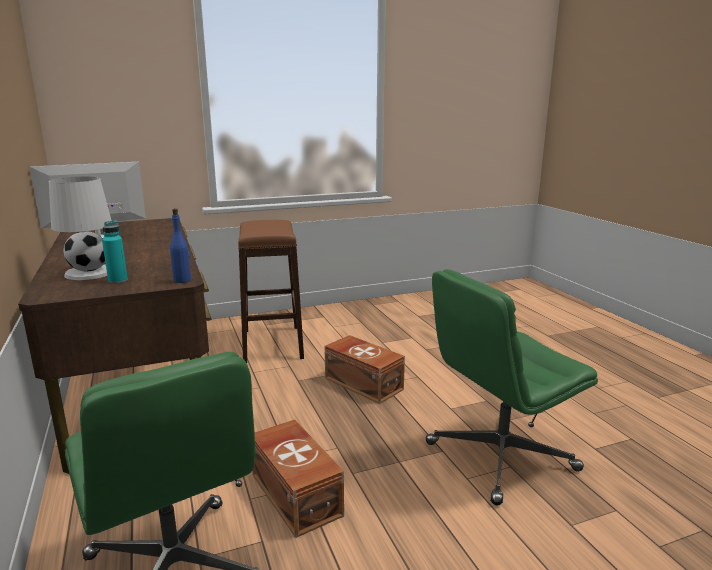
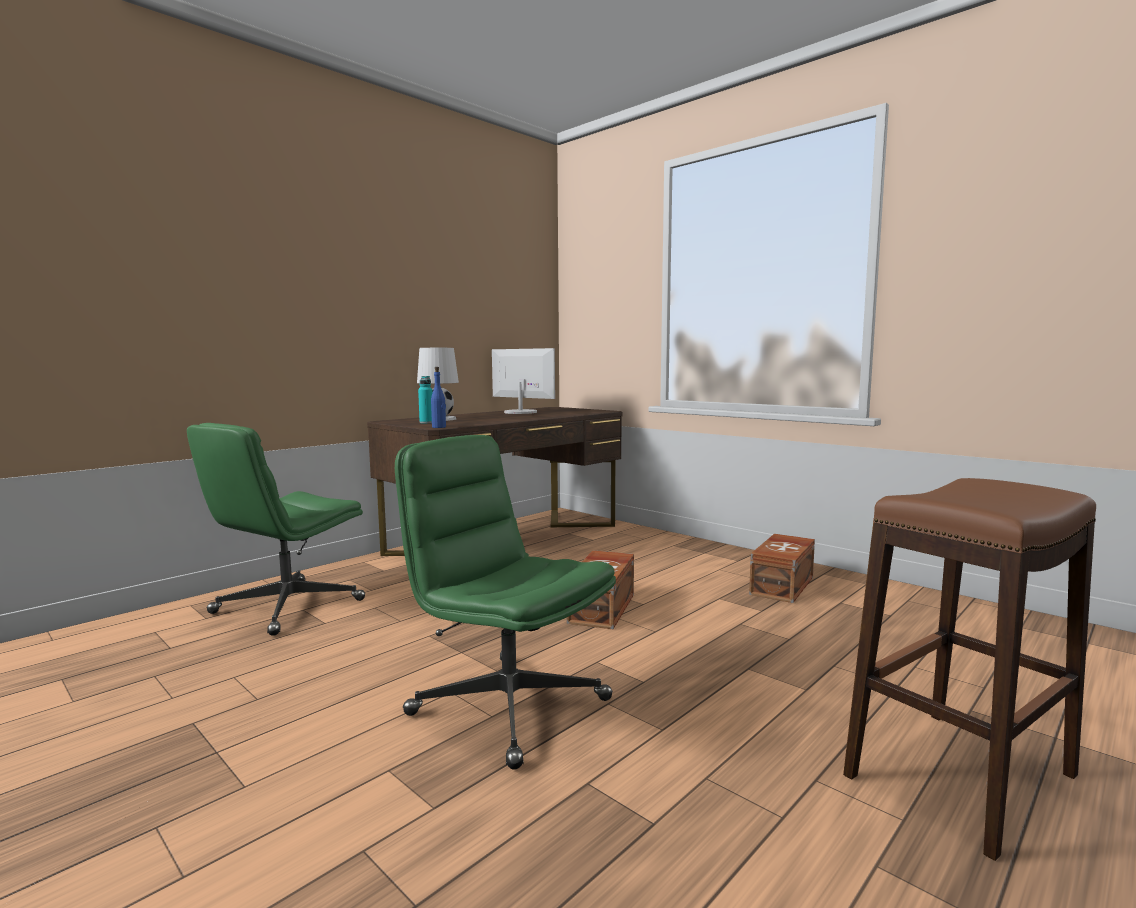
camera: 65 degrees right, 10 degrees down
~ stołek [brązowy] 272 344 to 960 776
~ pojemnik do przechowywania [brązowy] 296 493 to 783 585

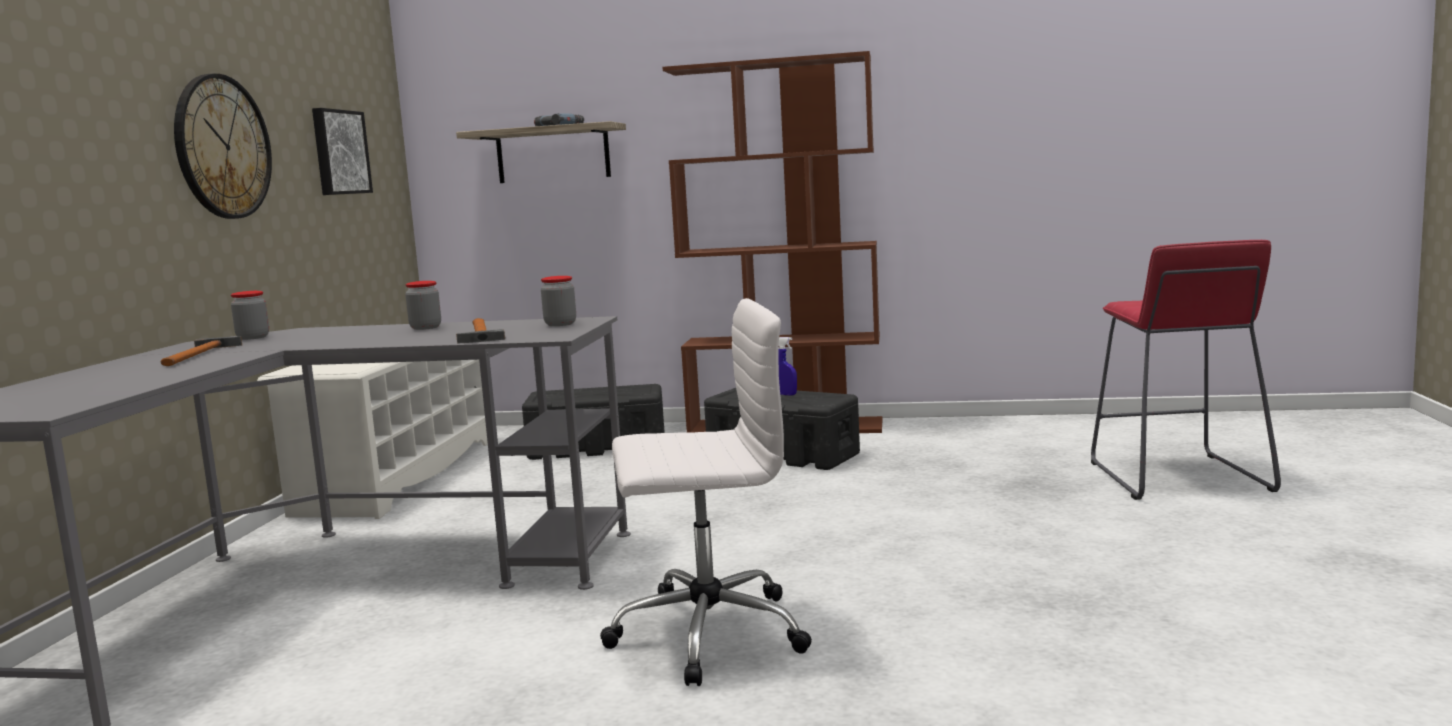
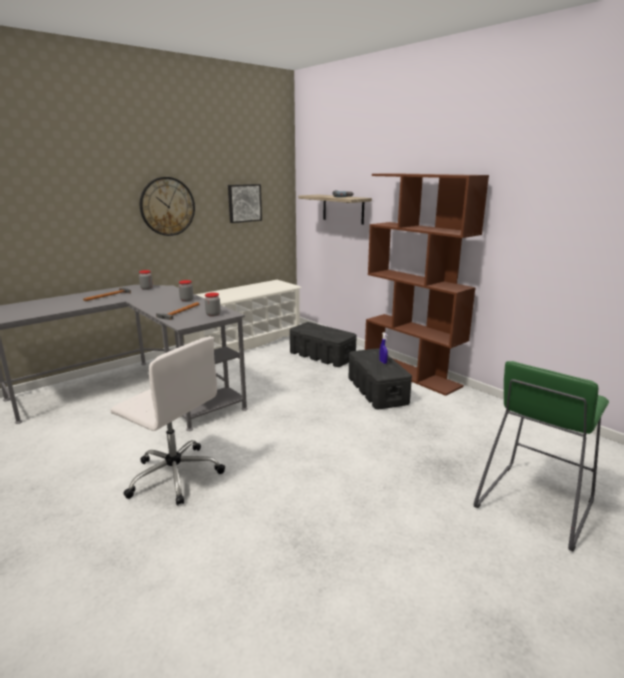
camera: 40 degrees right, 10 degrees up
~ stołek [czerwony] 1177 477 to stołek [zielony] 534 504

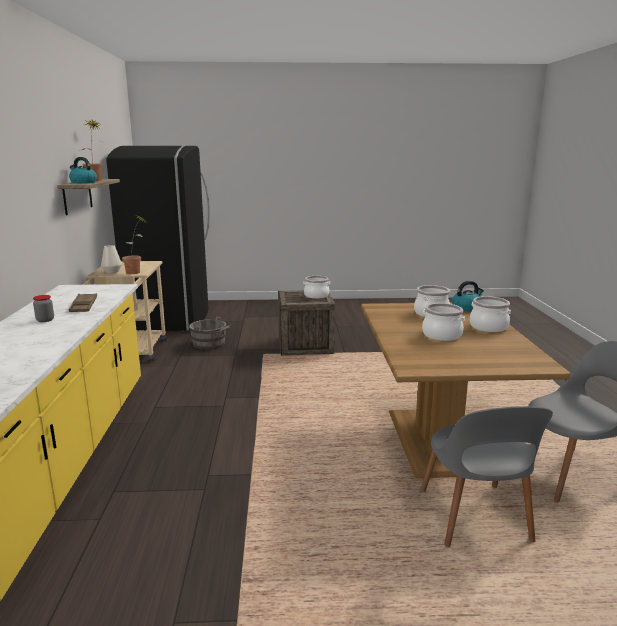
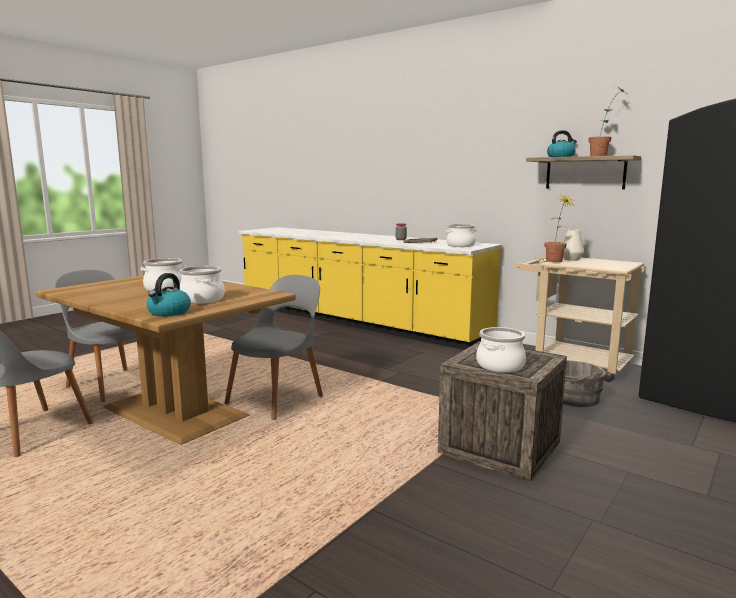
camera: 130 degrees right, 5 degrees down
~ garnek 488 327 to 460 245
+ krzesło [szary] 277 399

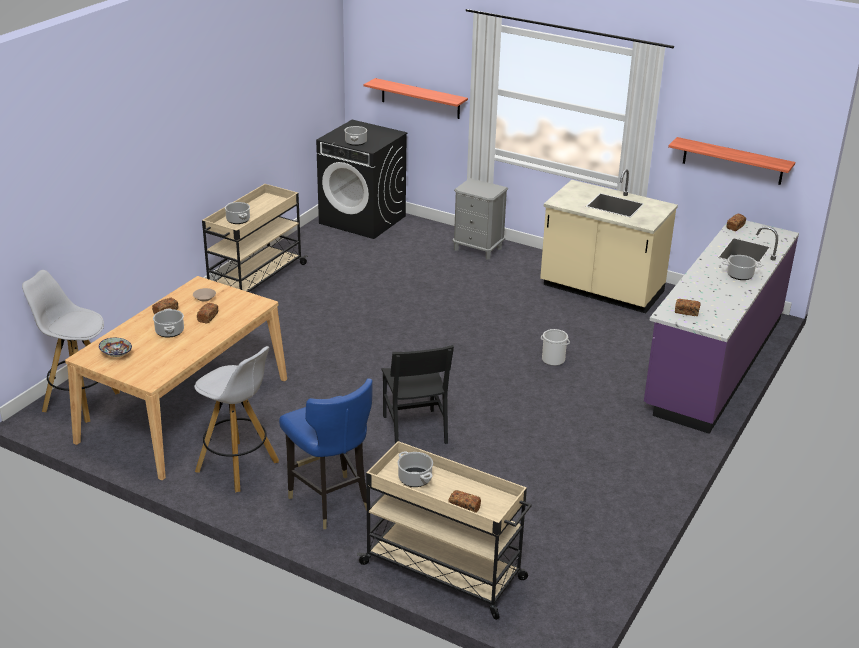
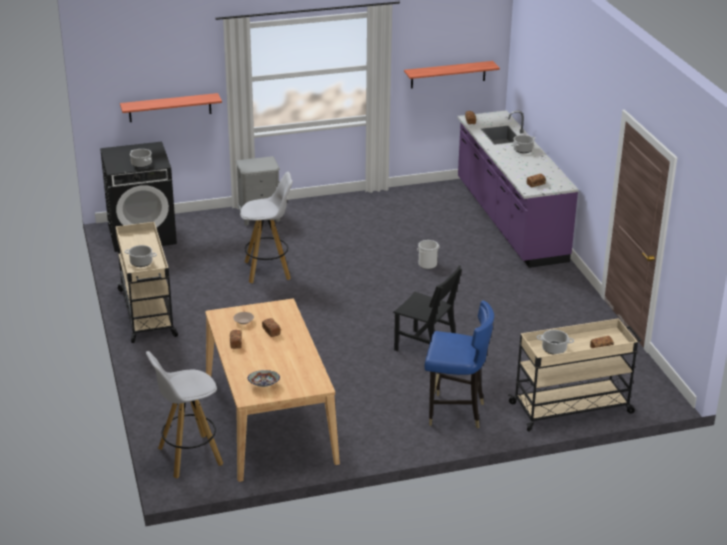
camera: 45 degrees left, 0 degrees up
- zabudowa kuchenna [beżowy] 601 290
- garnek 169 331
~ stołek [biały] 238 467 to 268 270

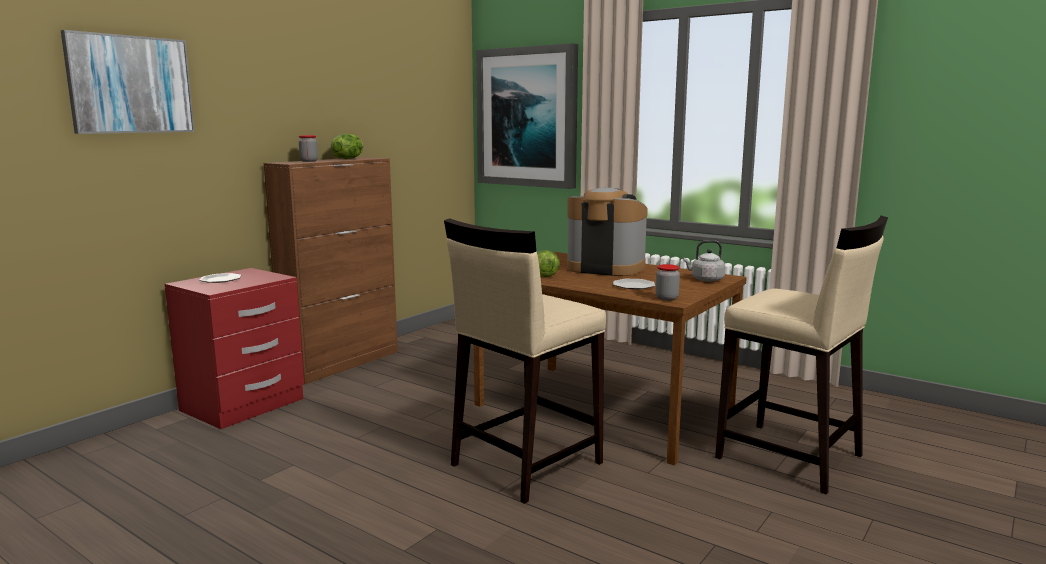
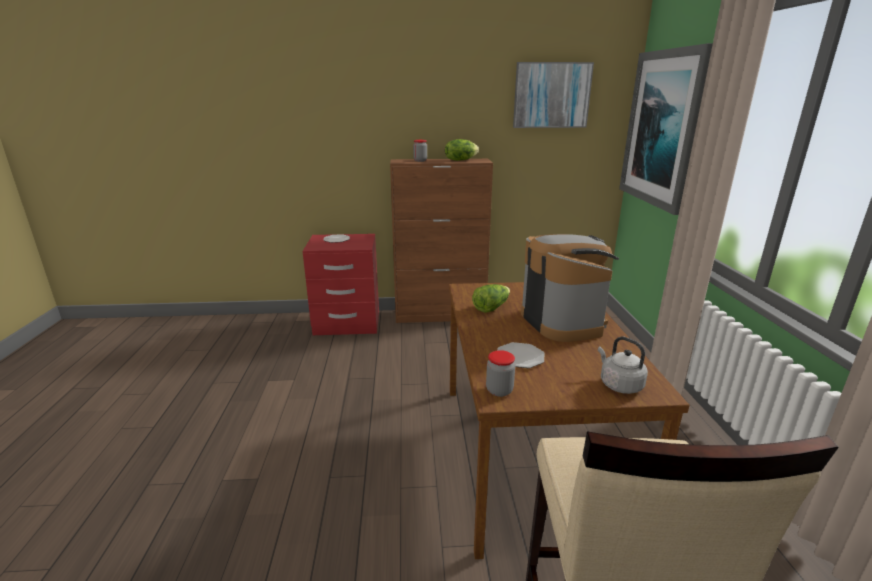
camera: 50 degrees right, 10 degrees up
~ obraz 130 84 to 551 95
- stołek [beżowy] 524 464

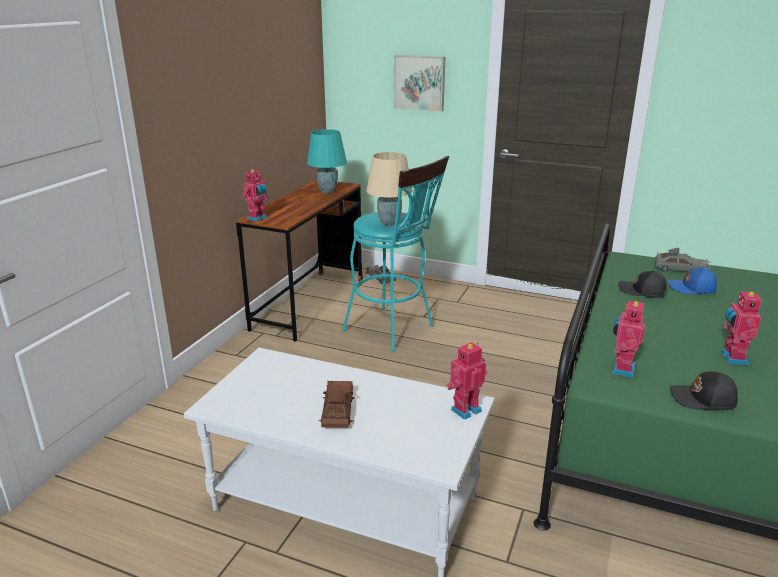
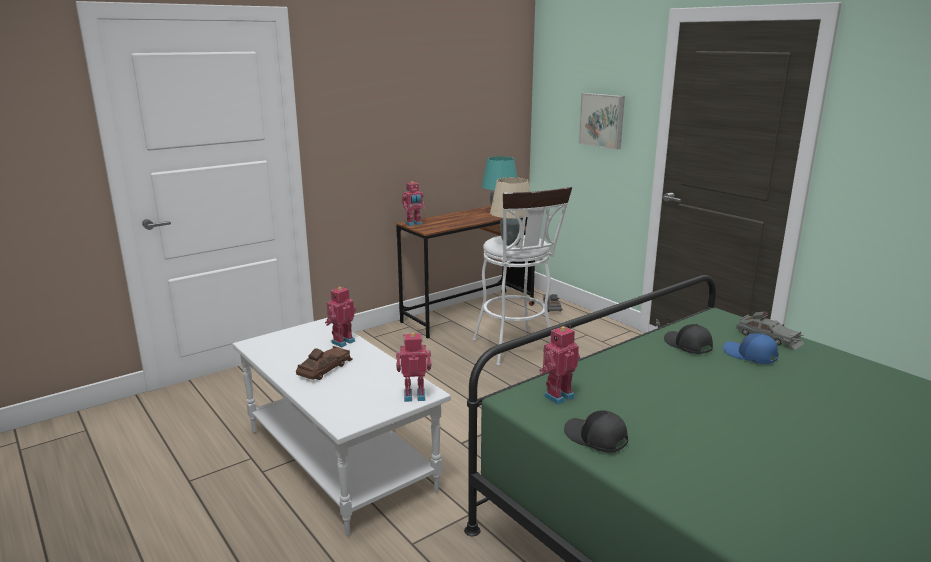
camera: 30 degrees right, 5 degrees down
~ stołek [turkusowy] 394 330 to stołek [biały] 517 350
~ robot zabawkowy 732 358 to 342 341

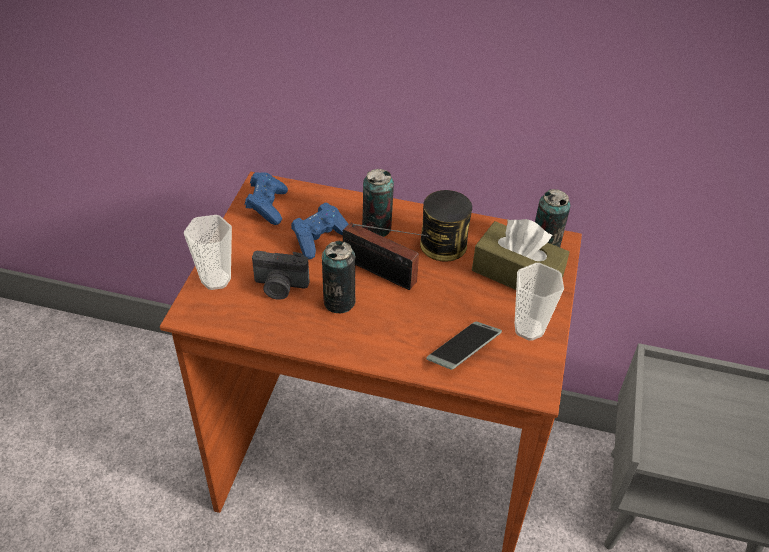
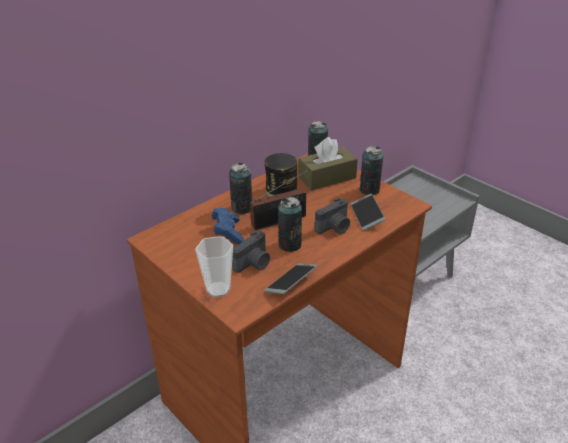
camera: 55 degrees left, 10 degrees down
- pad do gier [niebieski] 267 206
~ filiżanka 529 329 to puszka 369 190
+ aparat fotograficzny 334 228
+ telefon 291 283

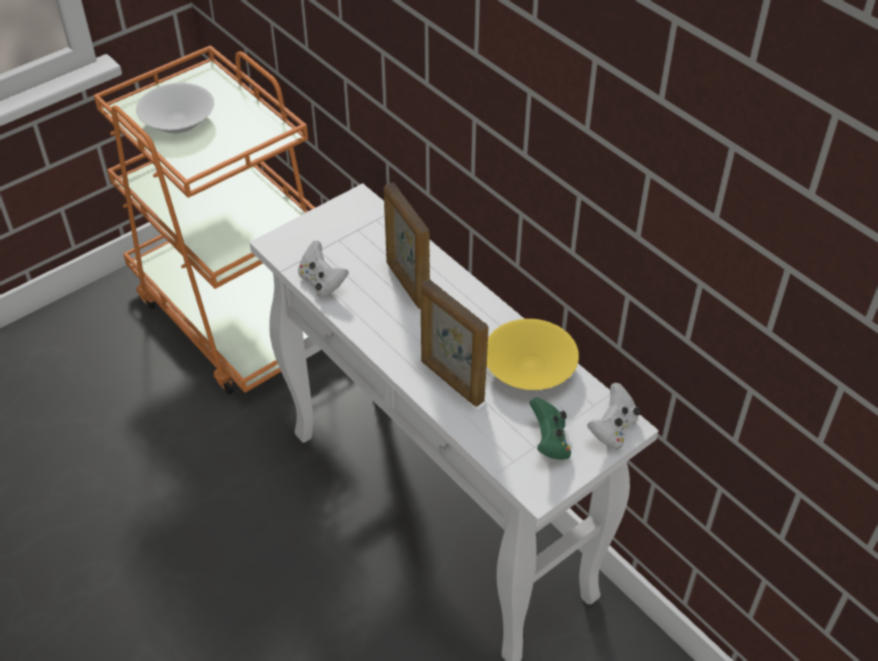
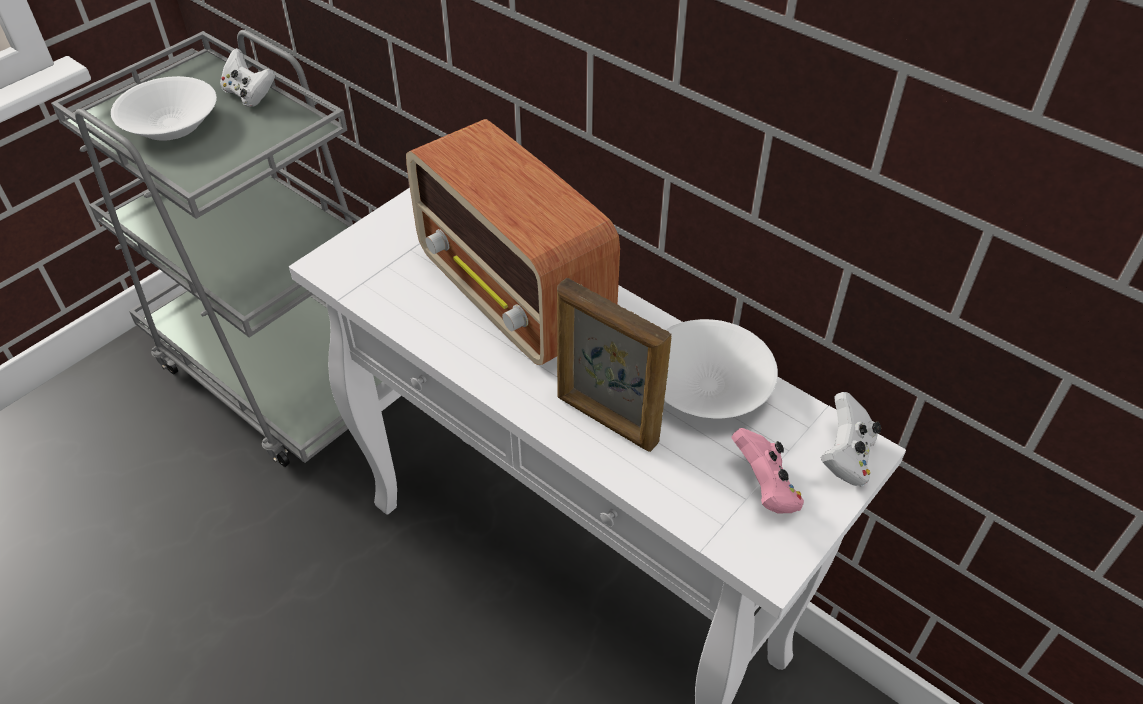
camera: 10 degrees left, 0 degrees up
~ wózek [pomarańczowy] 237 315 to wózek [szary] 282 368
~ ramka na zdjęcie 407 284 to radio 514 296
~ pad do gier [biały] 322 282 to 249 95
~ miska [żółty] 528 368 to miska [biały] 706 387
~ pad do gier [zielony] 549 442 to pad do gier [różowy] 765 489

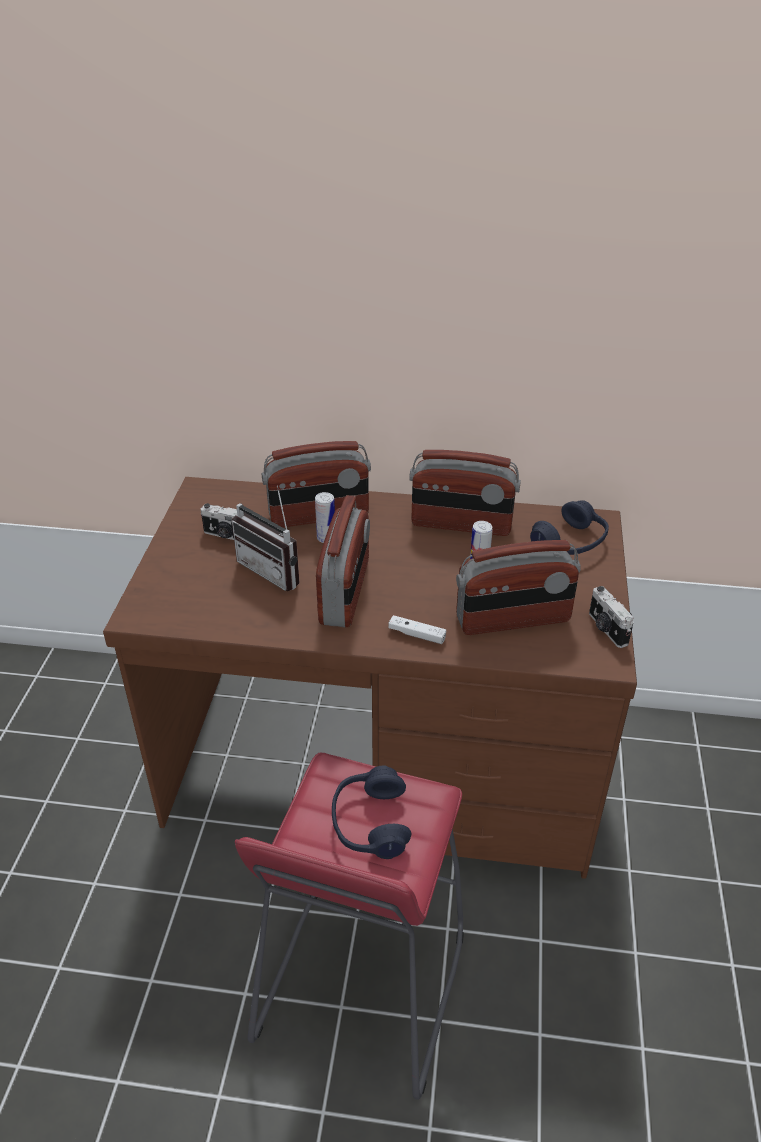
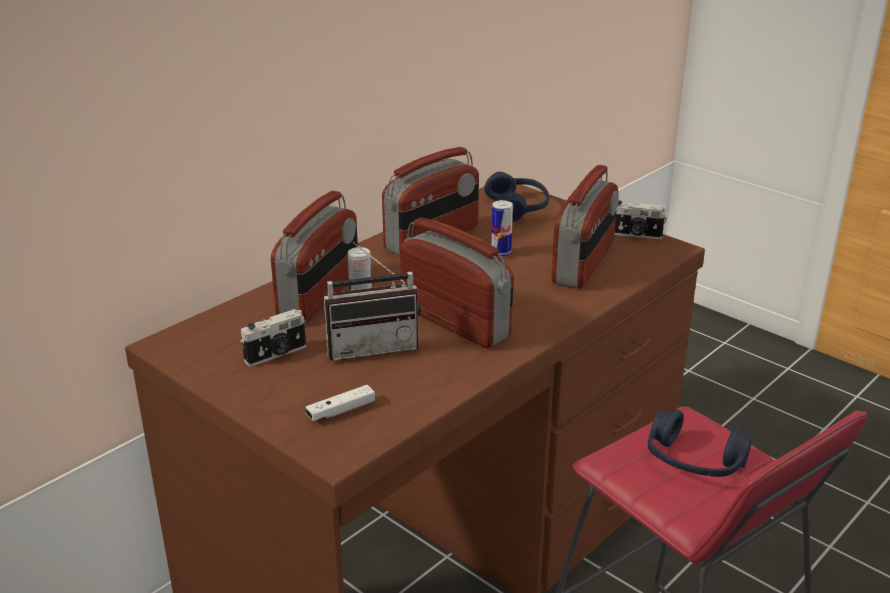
camera: 55 degrees left, 10 degrees down
~ pad do gier [biały] 417 635 to 341 411

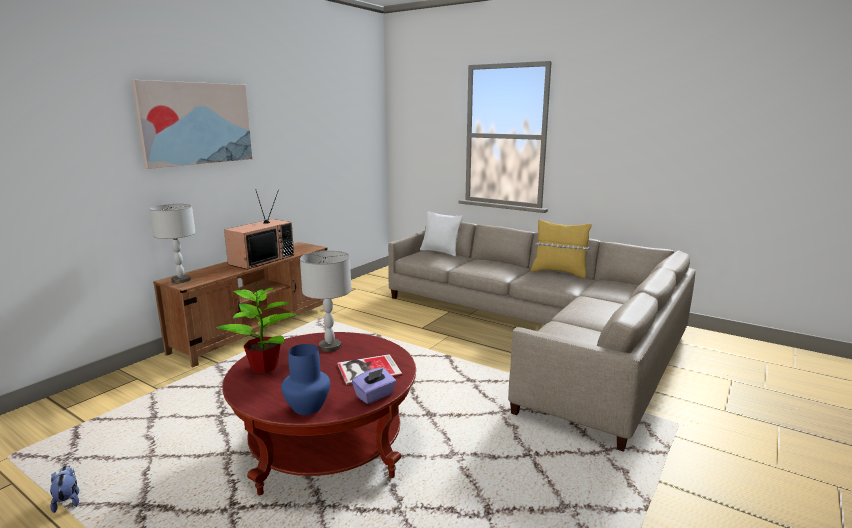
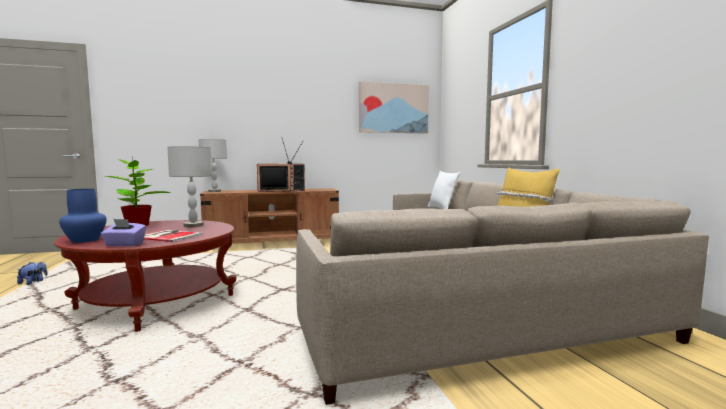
camera: 40 degrees right, 10 degrees down
~ obraz 196 123 to 393 108

